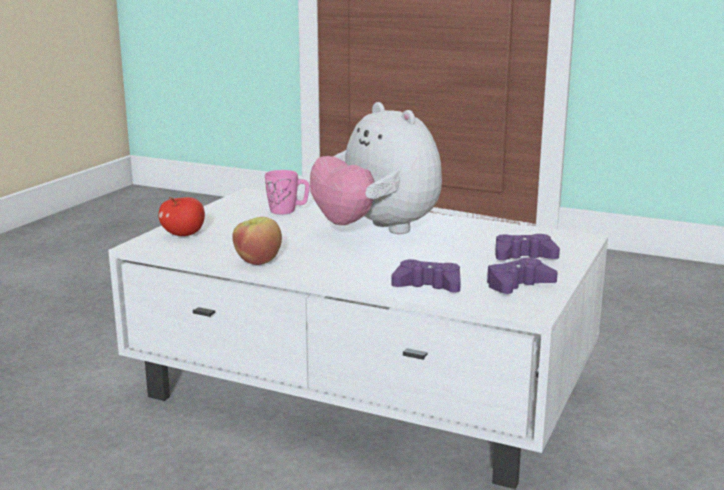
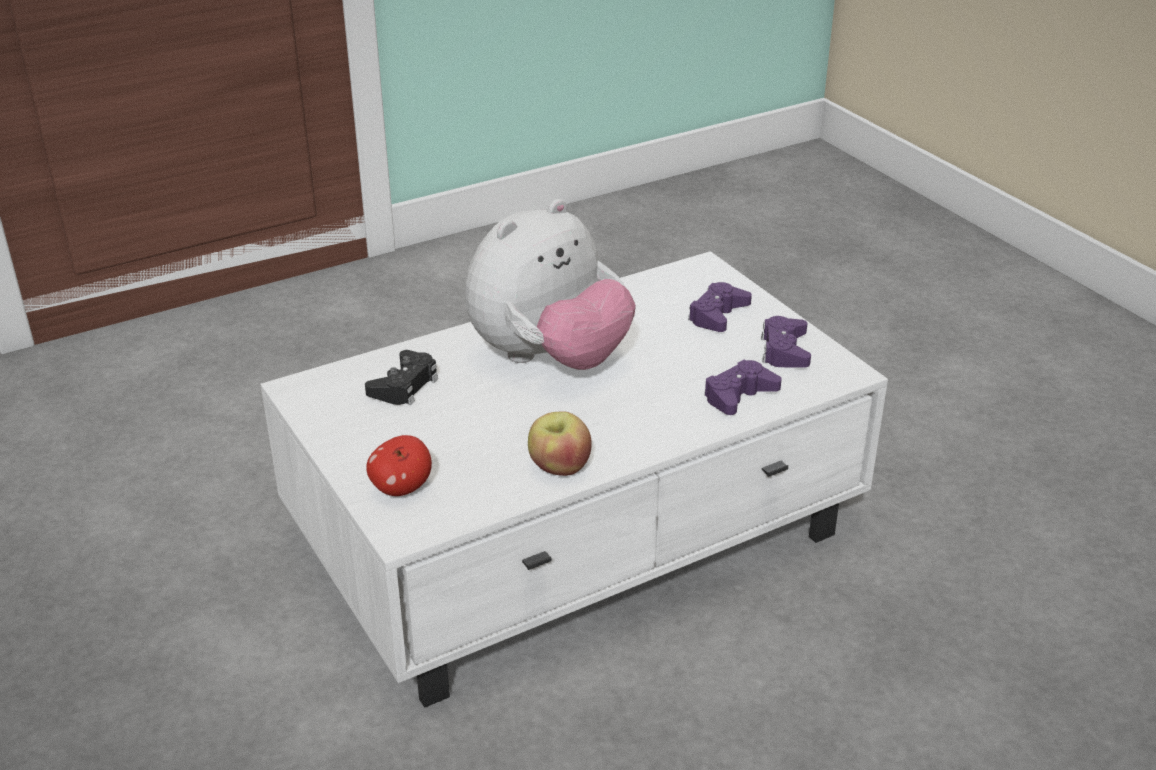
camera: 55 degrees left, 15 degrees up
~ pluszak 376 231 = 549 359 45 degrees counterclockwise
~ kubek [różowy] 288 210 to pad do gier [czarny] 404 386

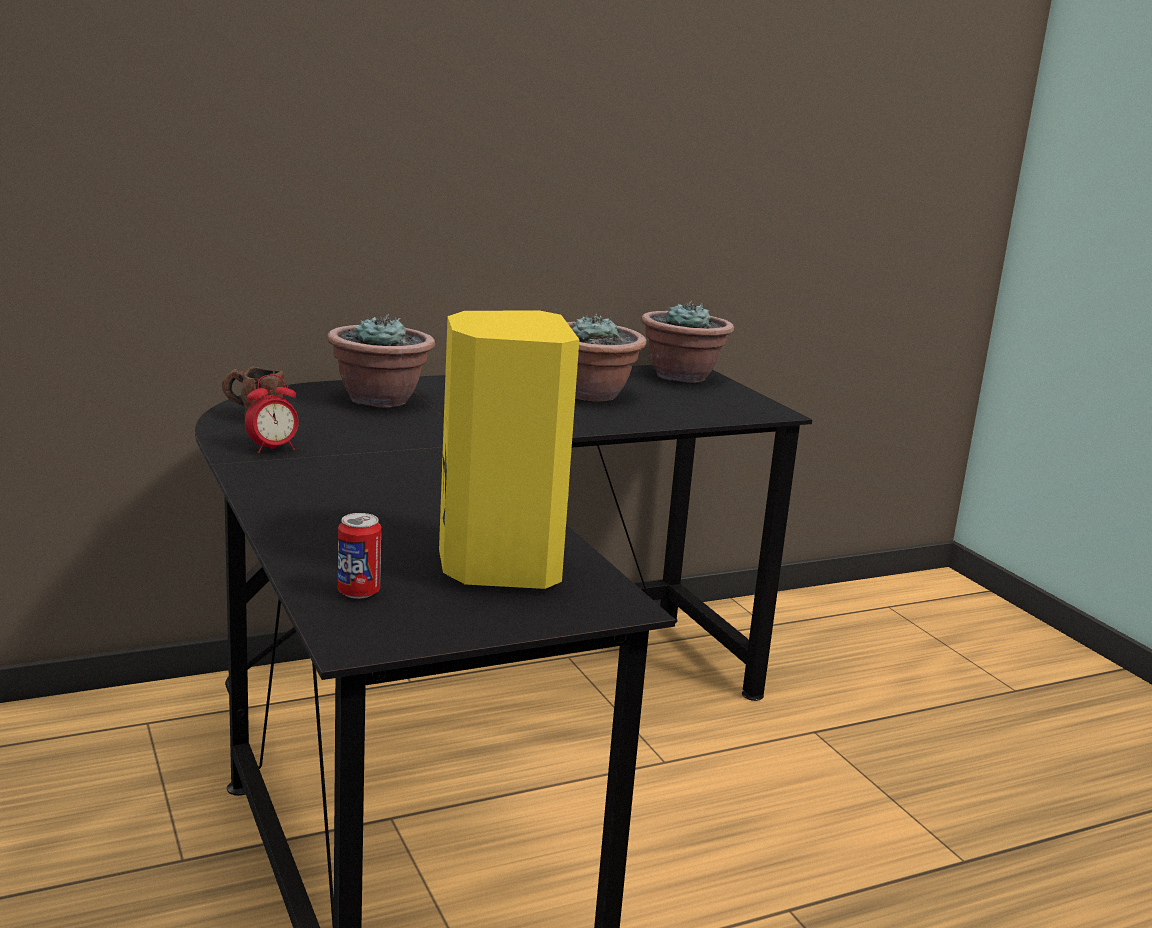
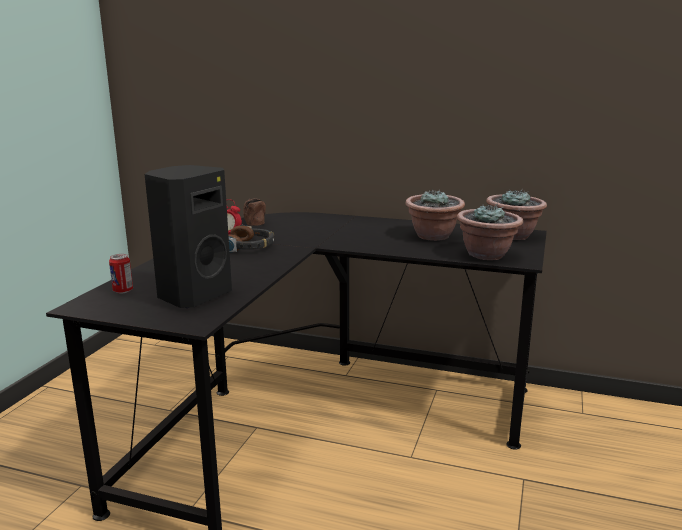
camera: 45 degrees right, 0 degrees up
~ głośnik [żółty] 497 566 to głośnik [czarny] 193 295
~ roślina doniczkowa 380 400 to 487 255
+ słuchawki 249 246

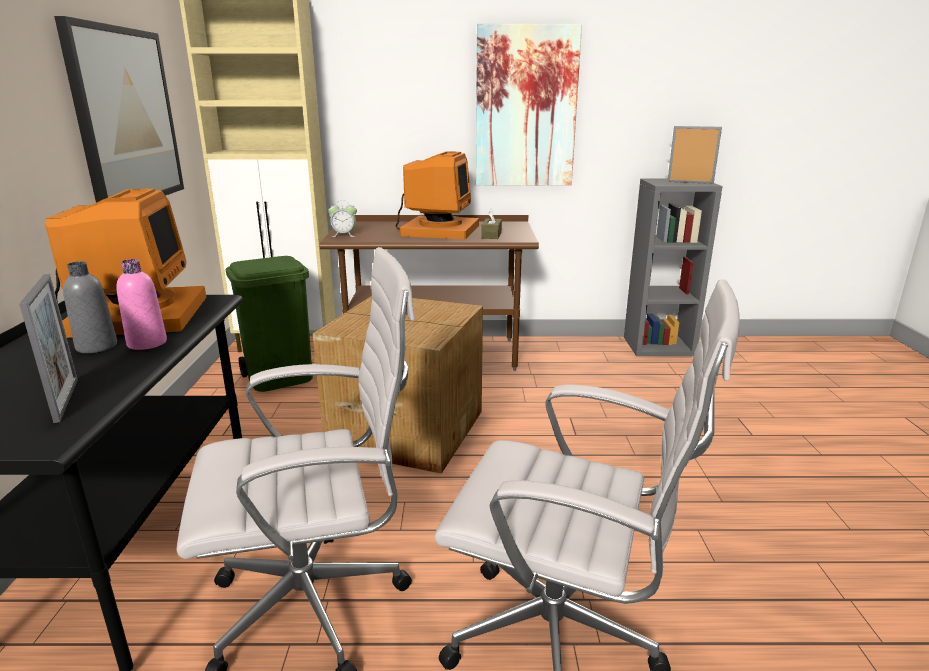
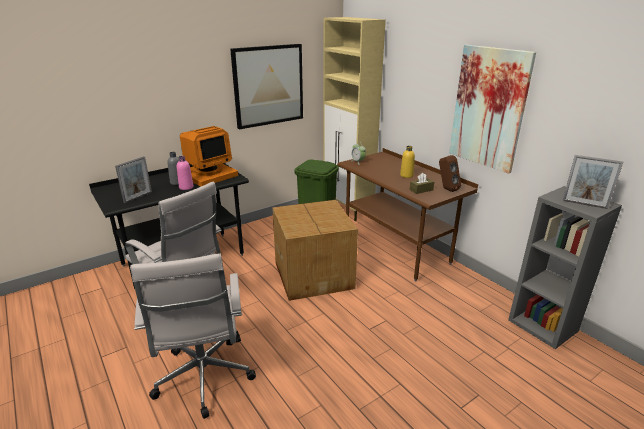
camera: 55 degrees right, 5 degrees up
~ ramka na zdjęcie 690 182 = 584 204 135 degrees clockwise
~ monitor 439 230 to butelka [żółty] 406 175
+ głośnik [brązowy] 446 189

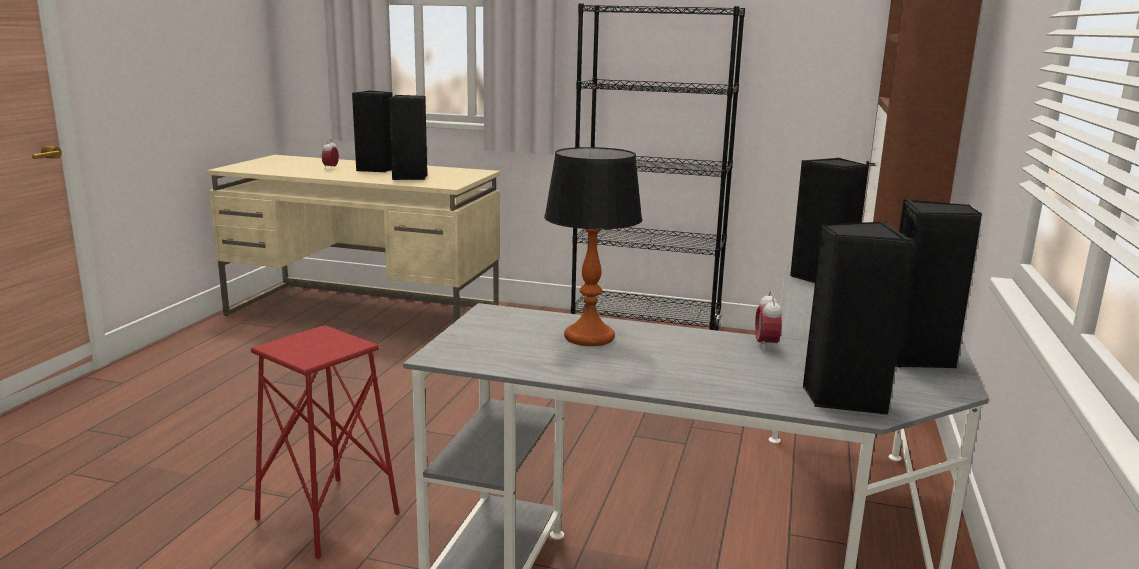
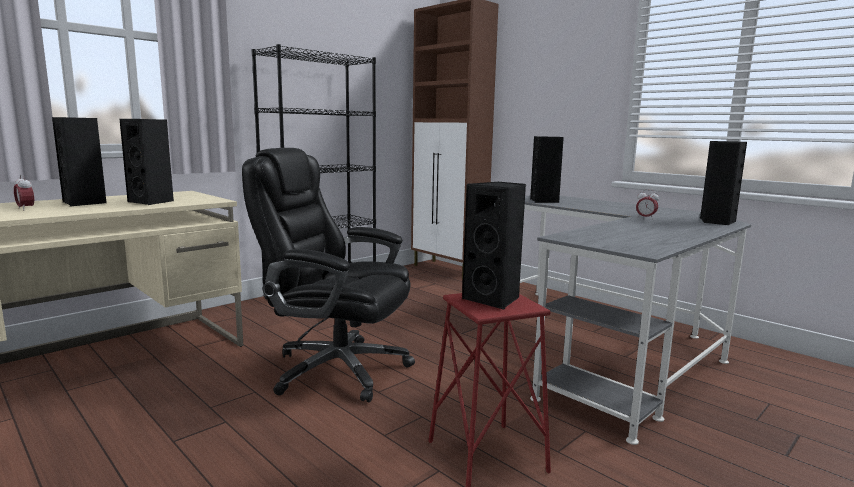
camera: 60 degrees left, 5 degrees down
- lampa stołowa 589 337
~ głośnik [czarny] 918 358 to 494 299
+ krzesło biurowe [czarny] 336 369

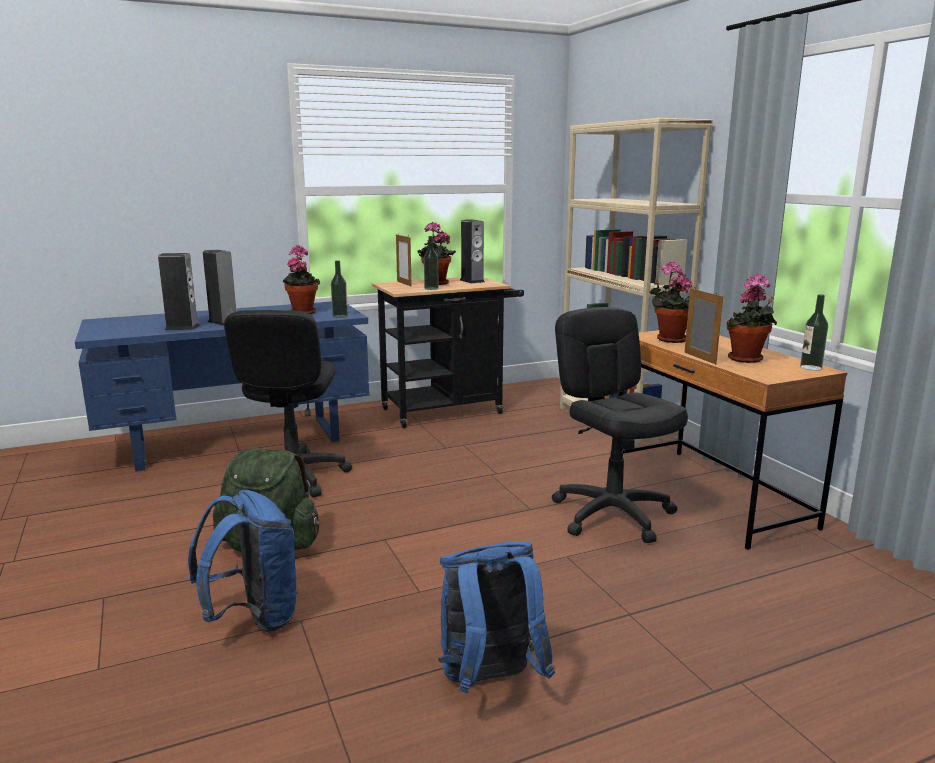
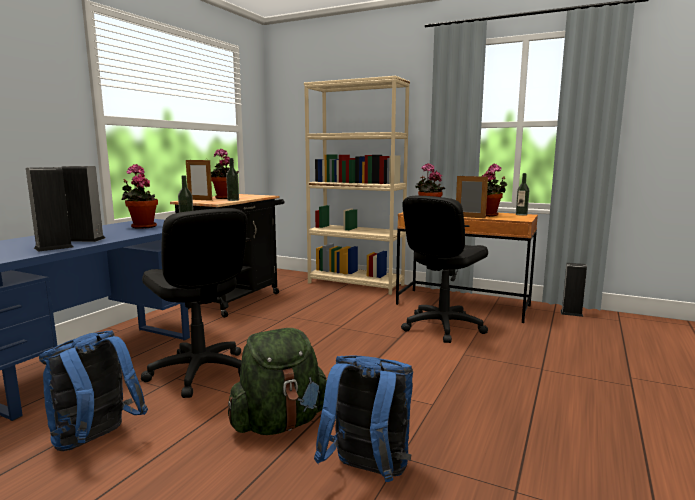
camera: 40 degrees left, 5 degrees down
~ głośnik 472 281 to 571 313
~ krzesło biurowe [czarny] 612 514 = 442 327 75 degrees counterclockwise
~ plecak [niebieski] 489 681 to 95 441

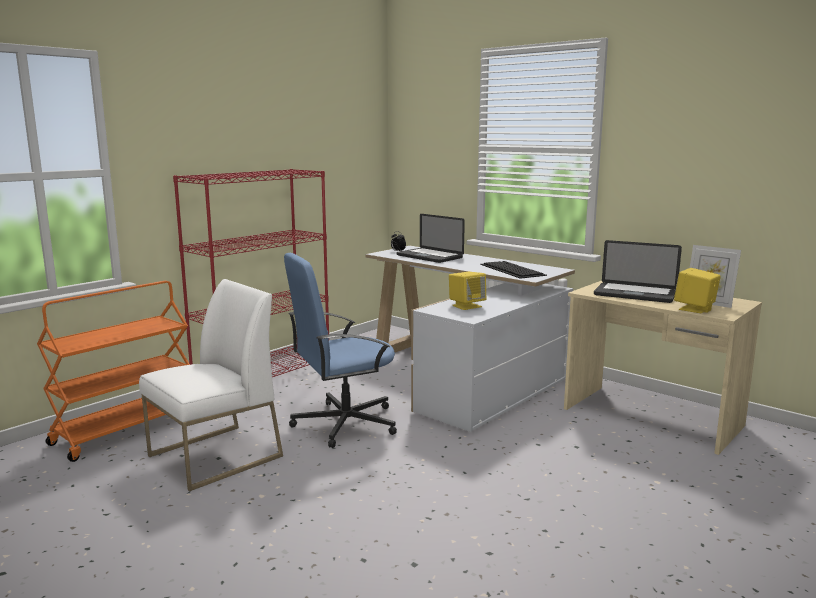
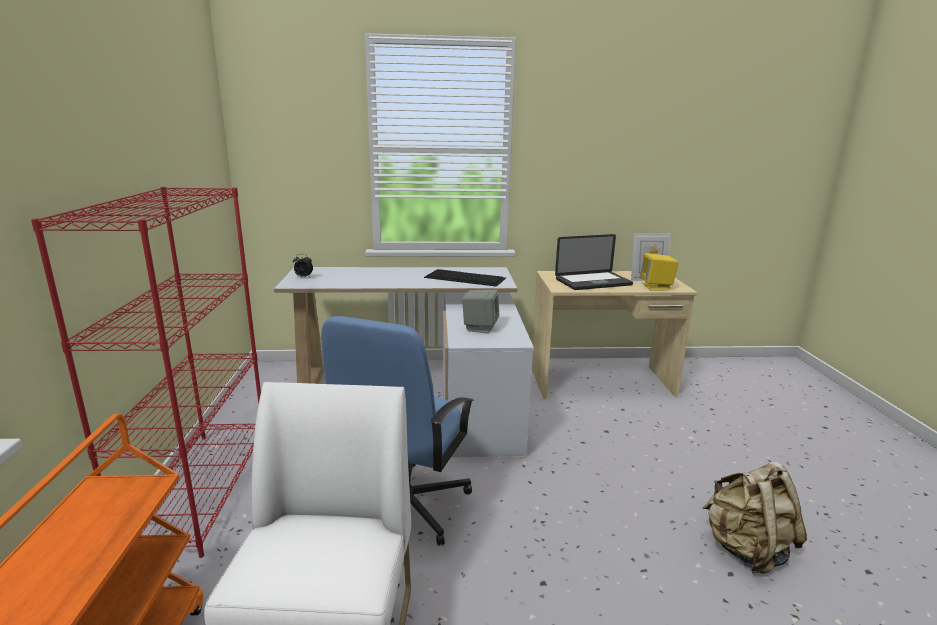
camera: 45 degrees left, 5 degrees up
- laptop 429 256
~ głośnik [żółty] 466 306 to głośnik [szary] 480 328
+ plecak [beżowy] 746 550

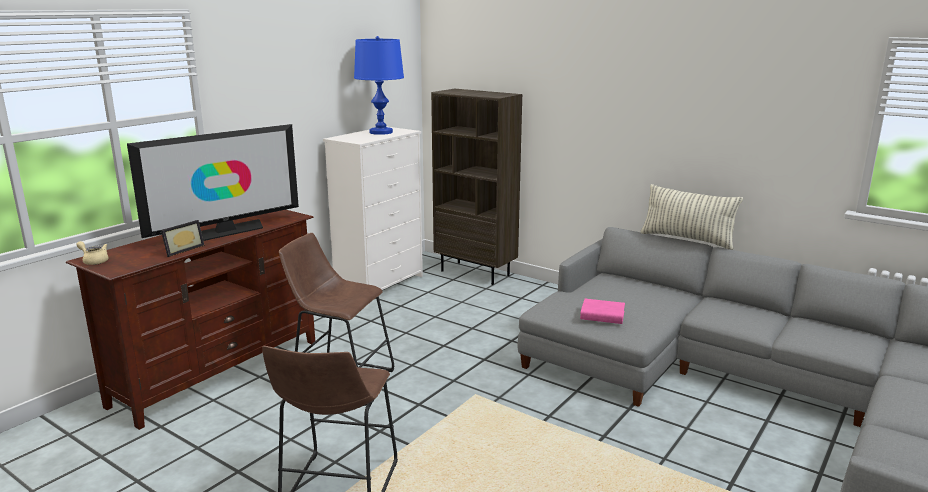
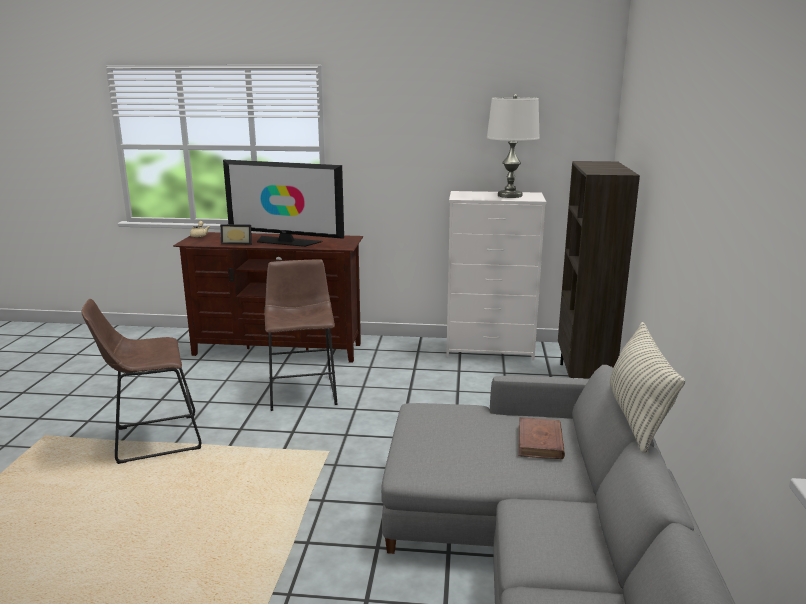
camera: 60 degrees right, 0 degrees up
~ lampa stołowa [niebieski] 381 132 to lampa stołowa [biały] 510 195
- książka [różowy] 602 315
+ książka [brązowy] 540 442

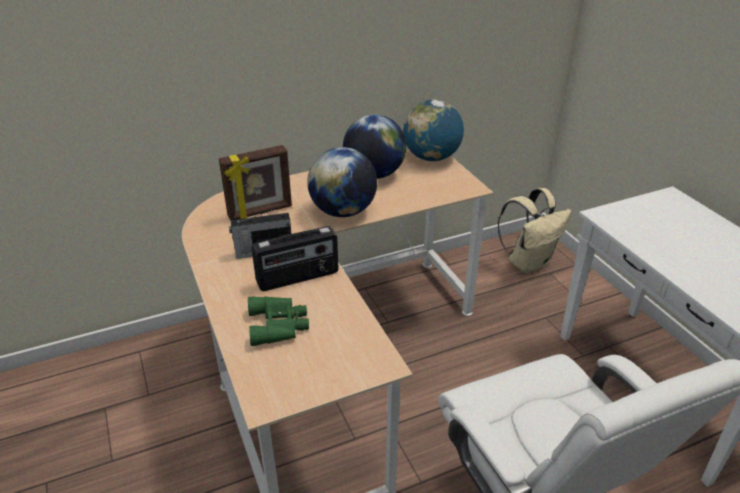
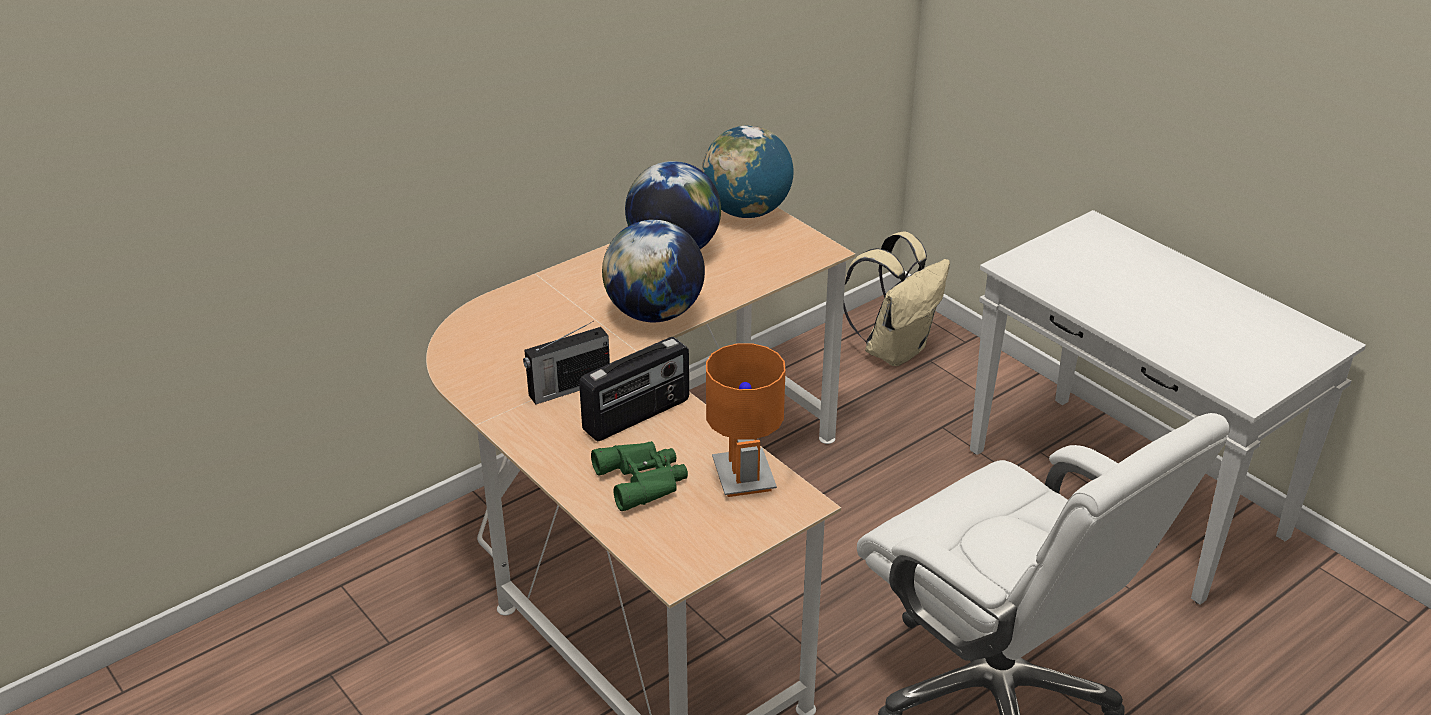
camera: 15 degrees left, 0 degrees up
- ramka na zdjęcie 260 212
+ lampa stołowa [pomarańczowy] 743 477

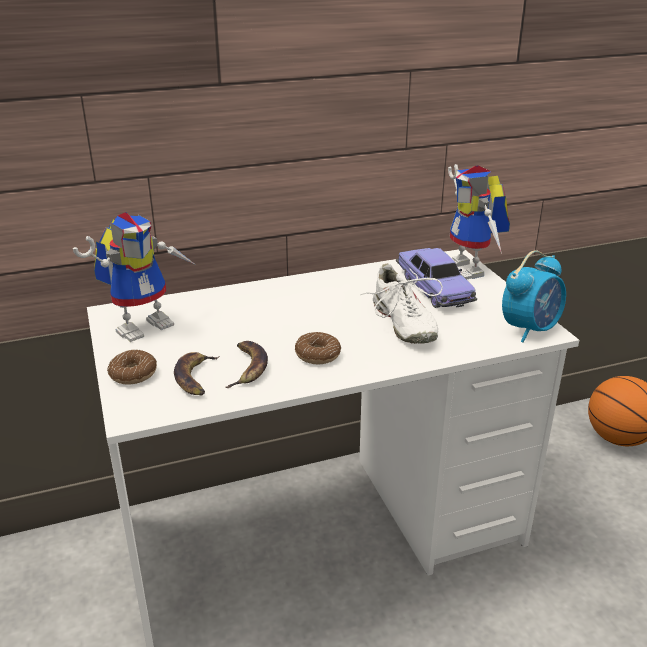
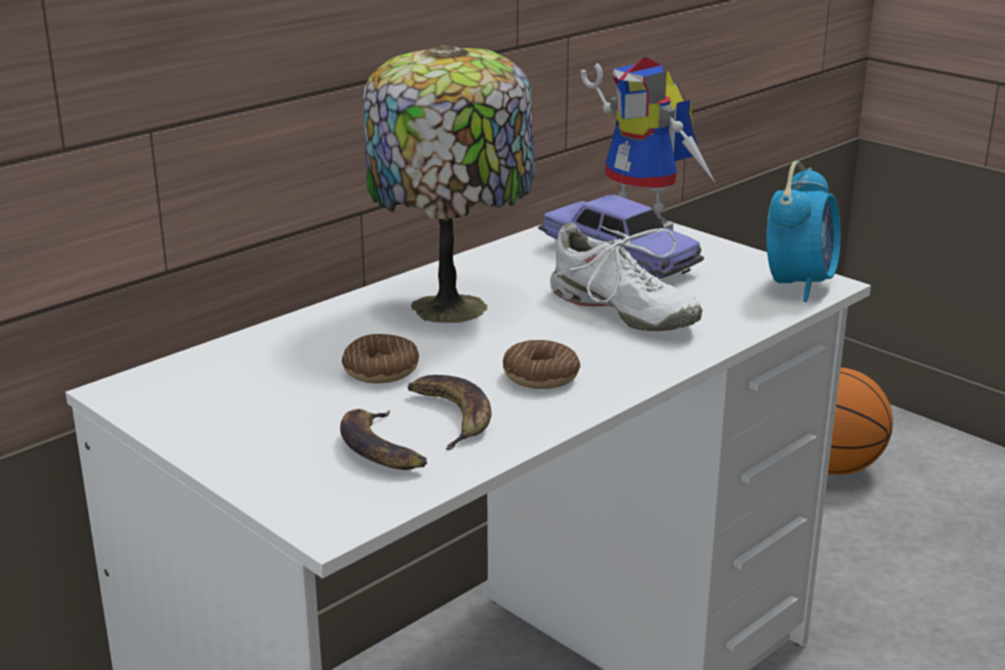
camera: 25 degrees left, 5 degrees down
- robot zabawkowy 145 324
~ donut 133 374 to 381 370
+ lampa stołowa 453 305

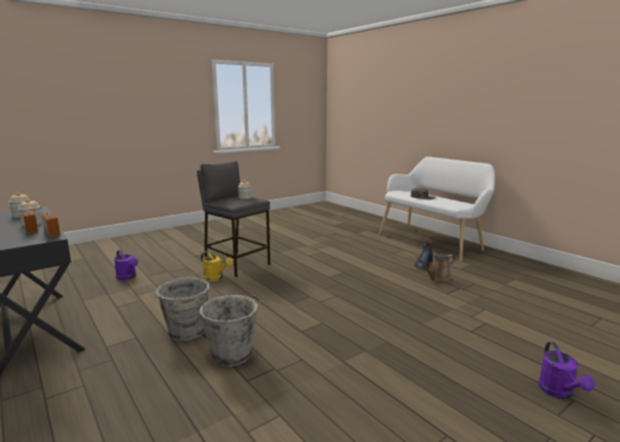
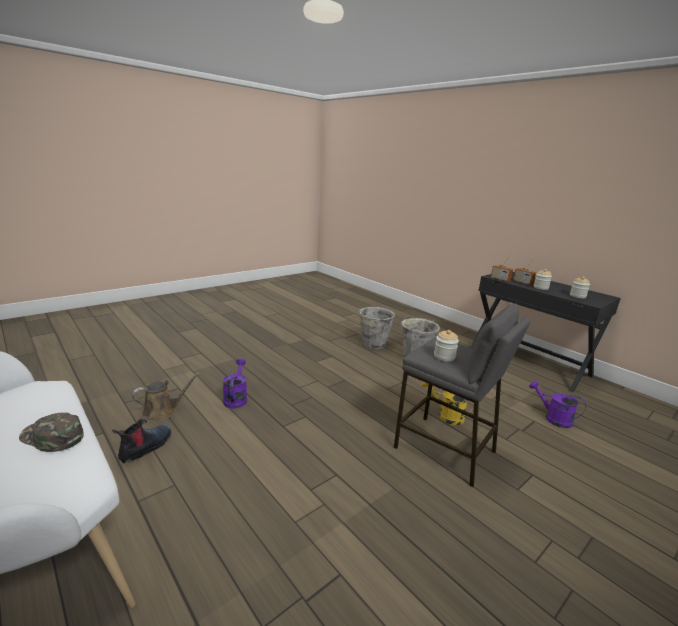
camera: 175 degrees right, 5 degrees up
~ konewka [fioletowy] 559 393 to 236 398

